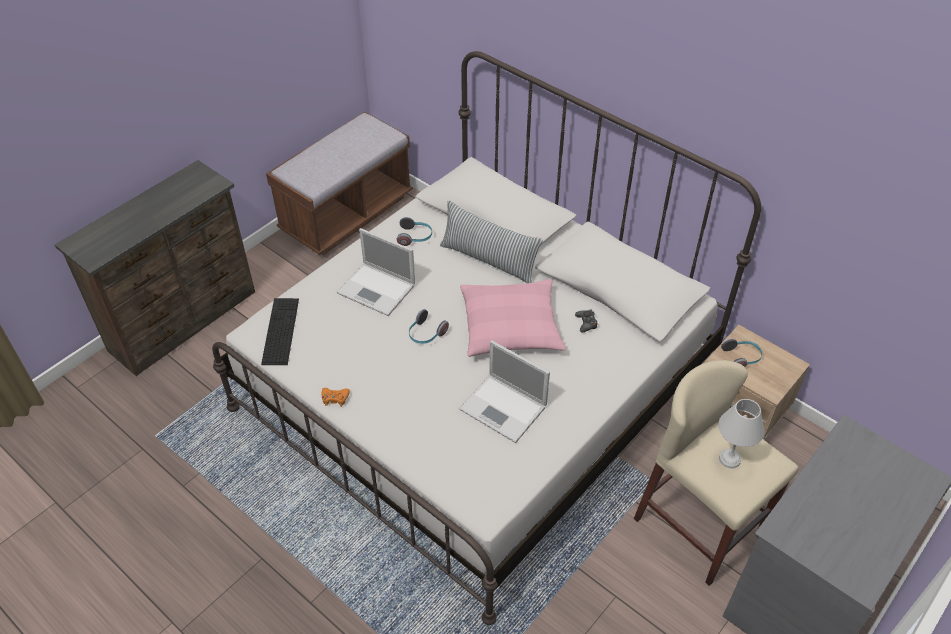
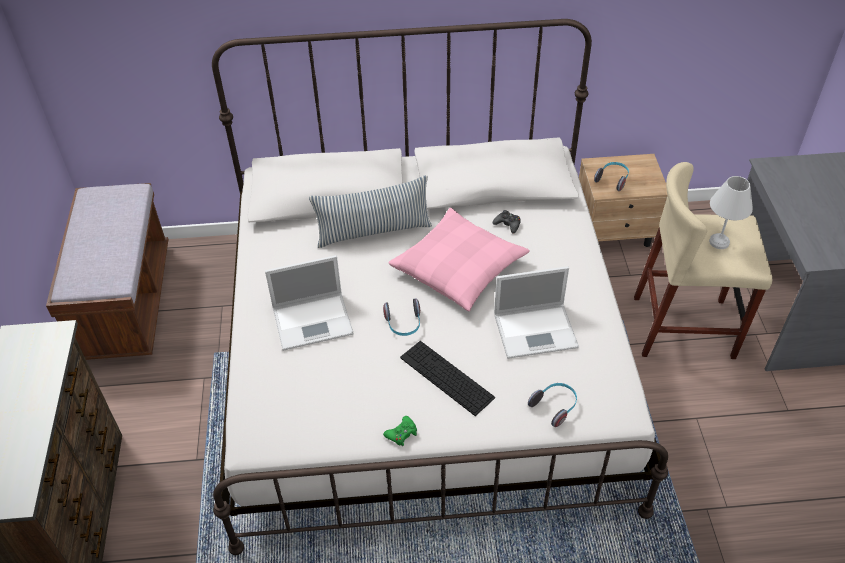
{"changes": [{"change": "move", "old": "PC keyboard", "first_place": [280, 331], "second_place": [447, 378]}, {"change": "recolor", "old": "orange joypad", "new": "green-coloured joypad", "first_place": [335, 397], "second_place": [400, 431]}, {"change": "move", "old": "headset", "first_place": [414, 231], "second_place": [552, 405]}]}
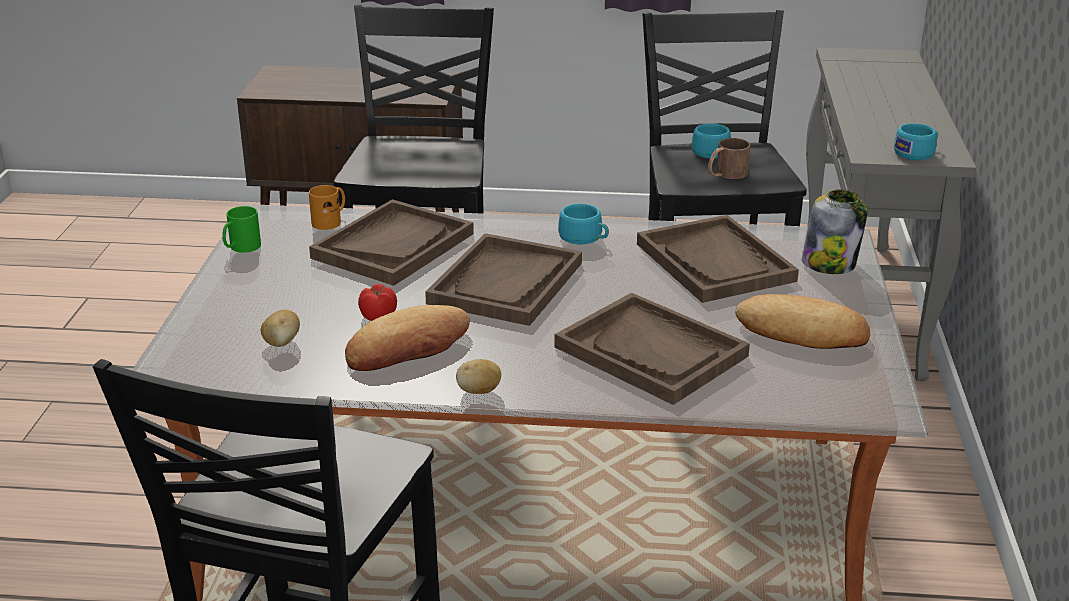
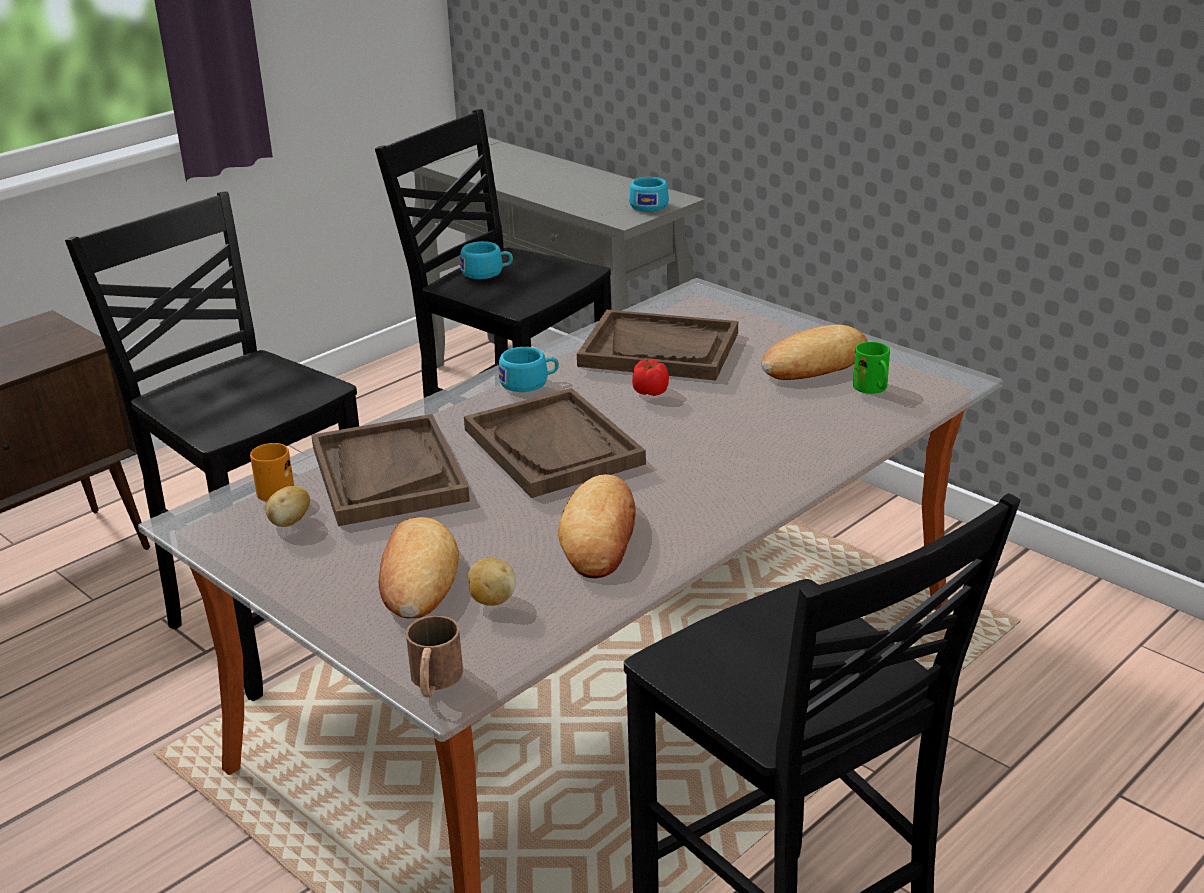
{"changes": [{"change": "move", "old": "green-coloured tea mug", "first_place": [241, 229], "second_place": [871, 368]}, {"change": "move", "old": "tomato", "first_place": [377, 302], "second_place": [650, 377]}, {"change": "move", "old": "spud", "first_place": [478, 376], "second_place": [288, 506]}, {"change": "delete", "old": "brownish tray", "first_place": [652, 349]}, {"change": "move", "old": "brownish tea mug", "first_place": [729, 158], "second_place": [434, 657]}, {"change": "delete", "old": "storage jar", "first_place": [835, 231]}, {"change": "insert", "new": "baked bread", "second_place": [419, 567]}]}
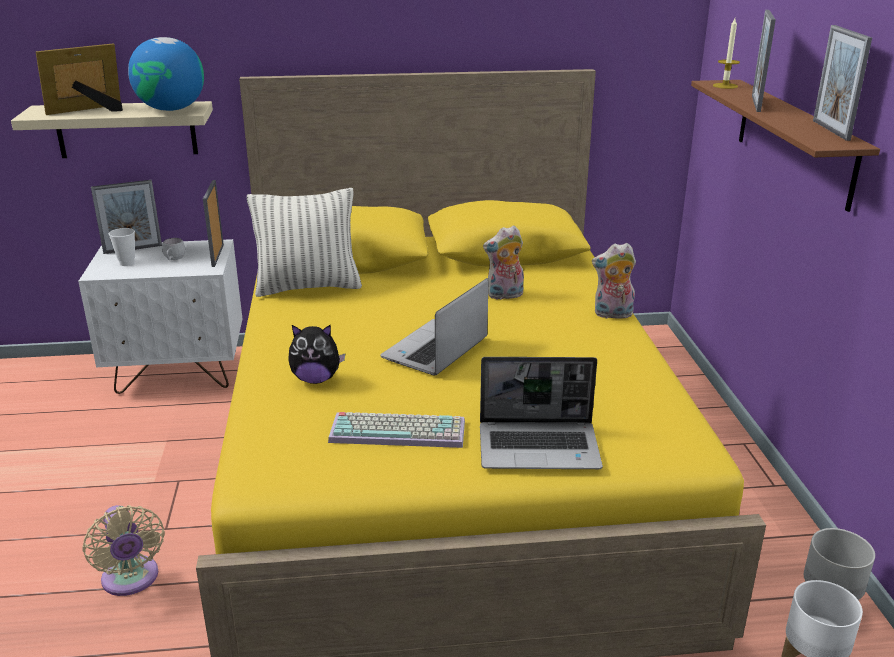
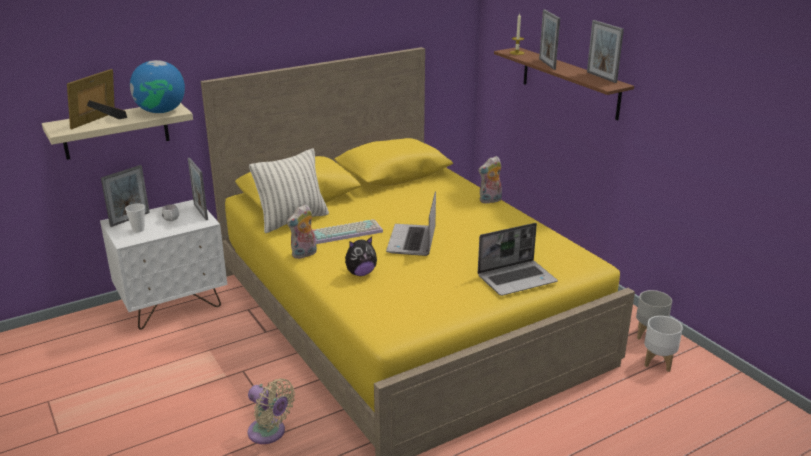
{"changes": [{"change": "move", "old": "PC keyboard", "first_place": [396, 430], "second_place": [348, 231]}, {"change": "move", "old": "cuddly toy", "first_place": [503, 262], "second_place": [301, 231]}]}
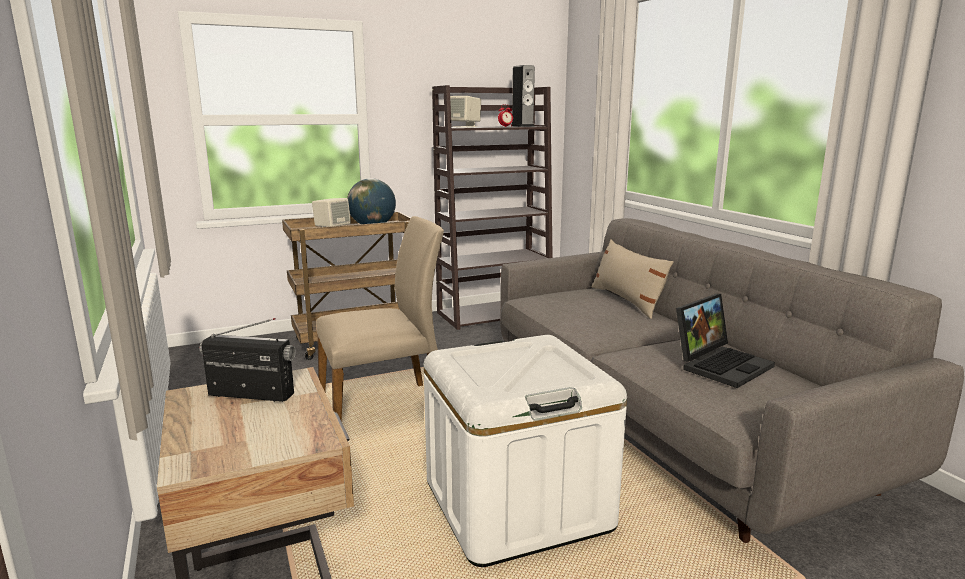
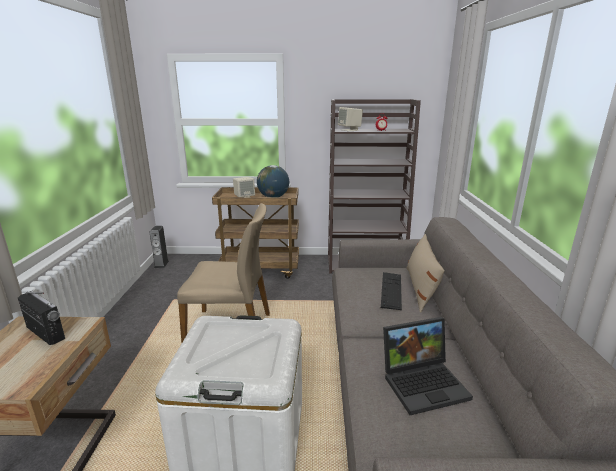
{"changes": [{"change": "move", "old": "loudspeaker", "first_place": [523, 96], "second_place": [159, 247]}, {"change": "insert", "new": "PC keyboard", "second_place": [391, 291]}]}
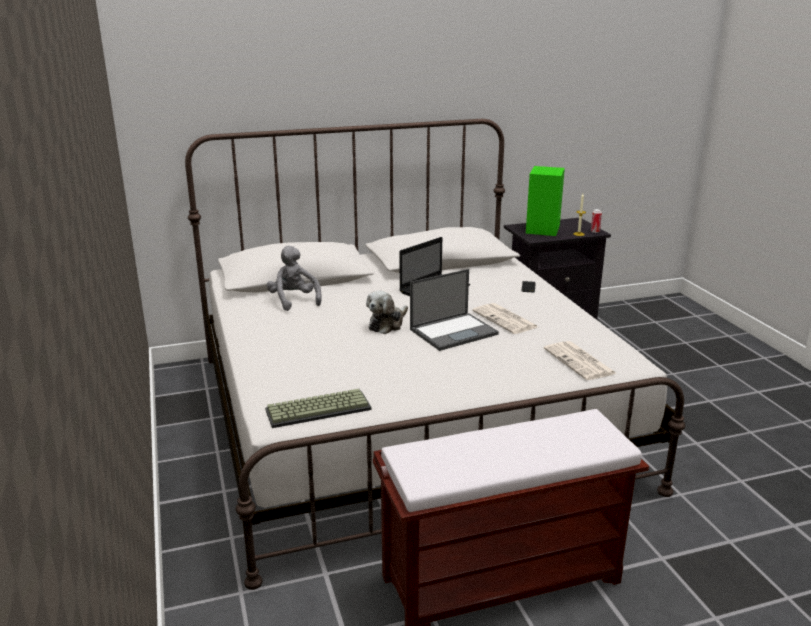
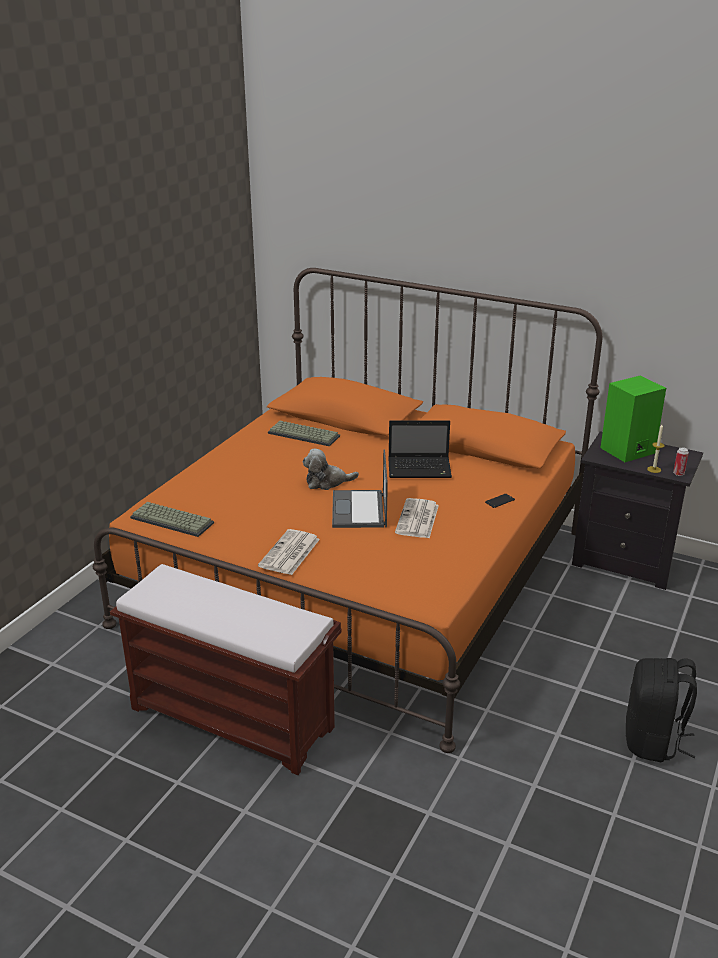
{"changes": [{"change": "recolor", "old": "white-coloured bedroom bed", "new": "orange bedroom bed", "first_place": [435, 354], "second_place": [348, 510]}, {"change": "replace", "old": "gray cuddly toy", "new": "PC keyboard", "first_place": [294, 278], "second_place": [304, 433]}, {"change": "rotate", "old": "portable computer", "first_place": [454, 310], "second_place": [360, 489], "degrees": 75}, {"change": "move", "old": "newspaper", "first_place": [580, 360], "second_place": [289, 552]}, {"change": "insert", "new": "black knapsack", "second_place": [661, 710]}]}
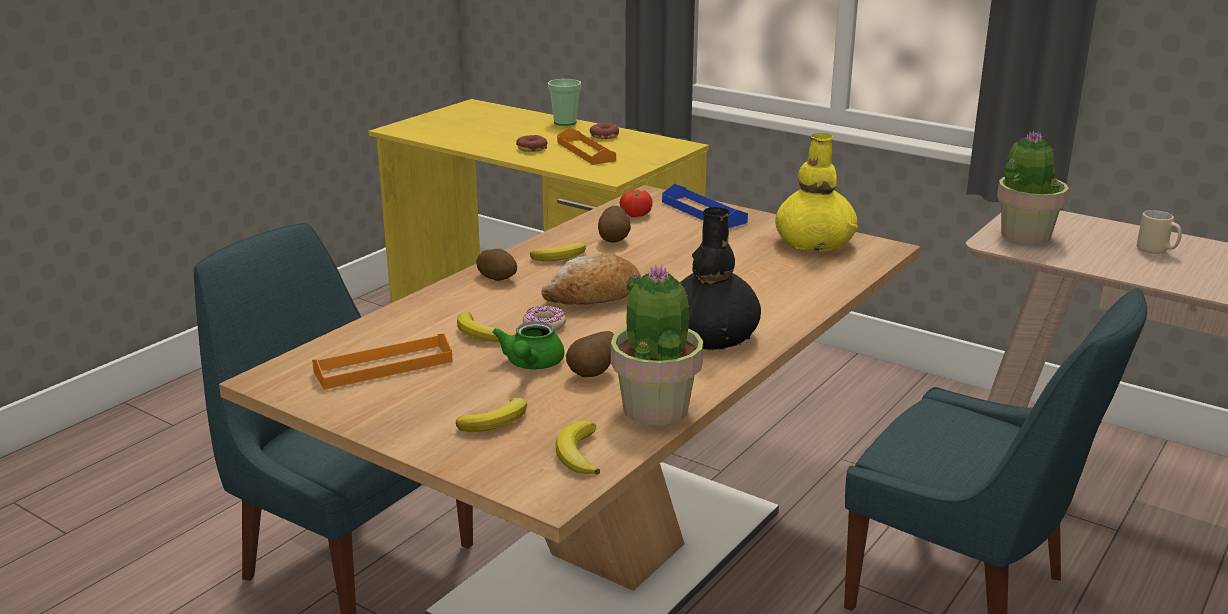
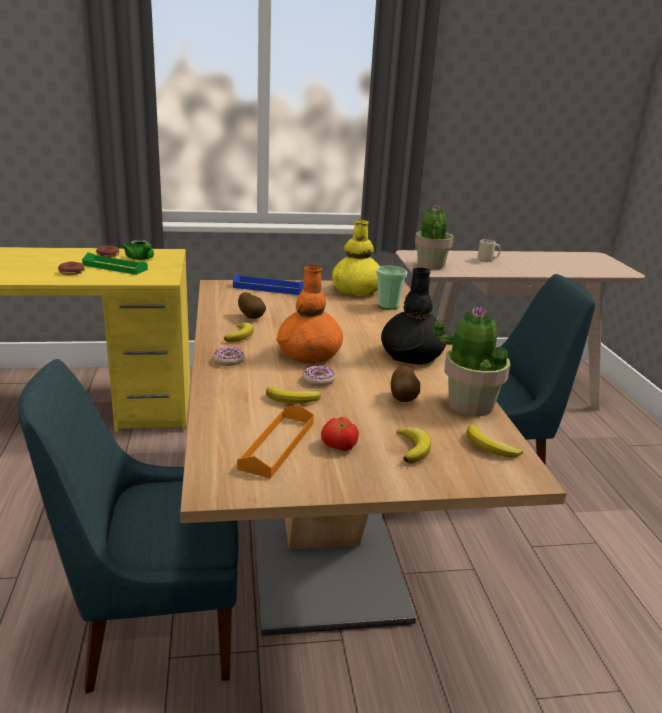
{"changes": [{"change": "replace", "old": "spud", "new": "ring doughnut", "first_place": [496, 265], "second_place": [228, 356]}, {"change": "move", "old": "green-coloured teapot", "first_place": [528, 345], "second_place": [138, 250]}, {"change": "replace", "old": "baked bread", "new": "orange vase", "first_place": [591, 279], "second_place": [309, 314]}, {"change": "move", "old": "drinking cup", "first_place": [564, 102], "second_place": [391, 288]}, {"change": "recolor", "old": "orange tray", "new": "green-coloured tray", "first_place": [586, 146], "second_place": [115, 263]}, {"change": "move", "old": "tomato", "first_place": [636, 203], "second_place": [340, 434]}]}
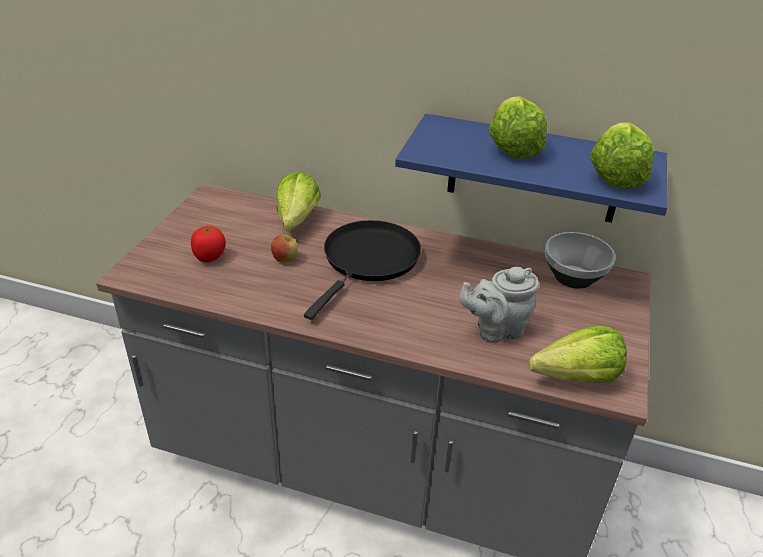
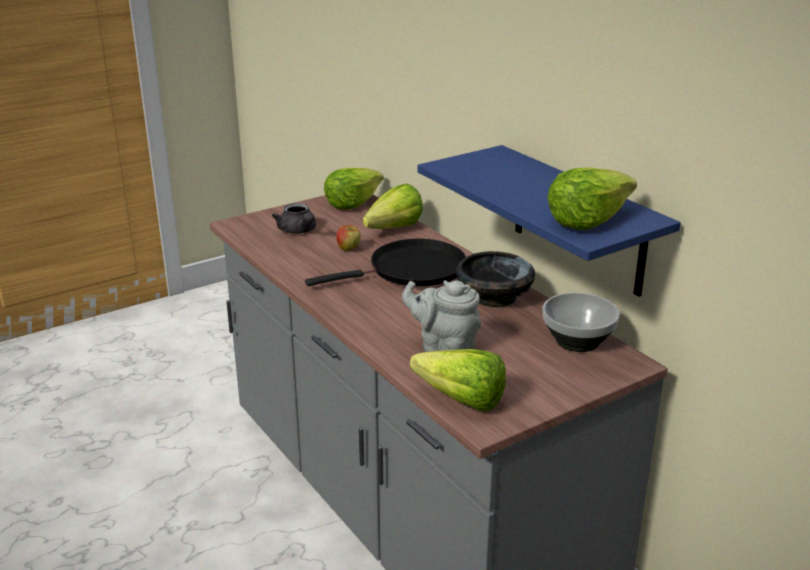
{"changes": [{"change": "replace", "old": "tomato", "new": "gray teapot", "first_place": [208, 244], "second_place": [294, 218]}, {"change": "move", "old": "lettuce head", "first_place": [518, 127], "second_place": [354, 189]}, {"change": "insert", "new": "black bowl", "second_place": [495, 279]}]}
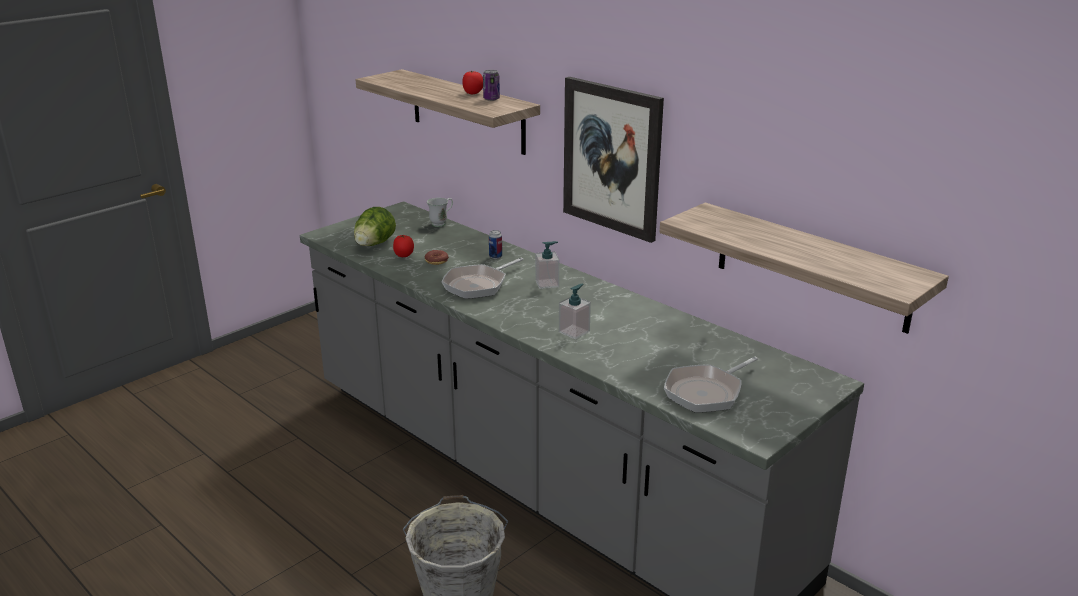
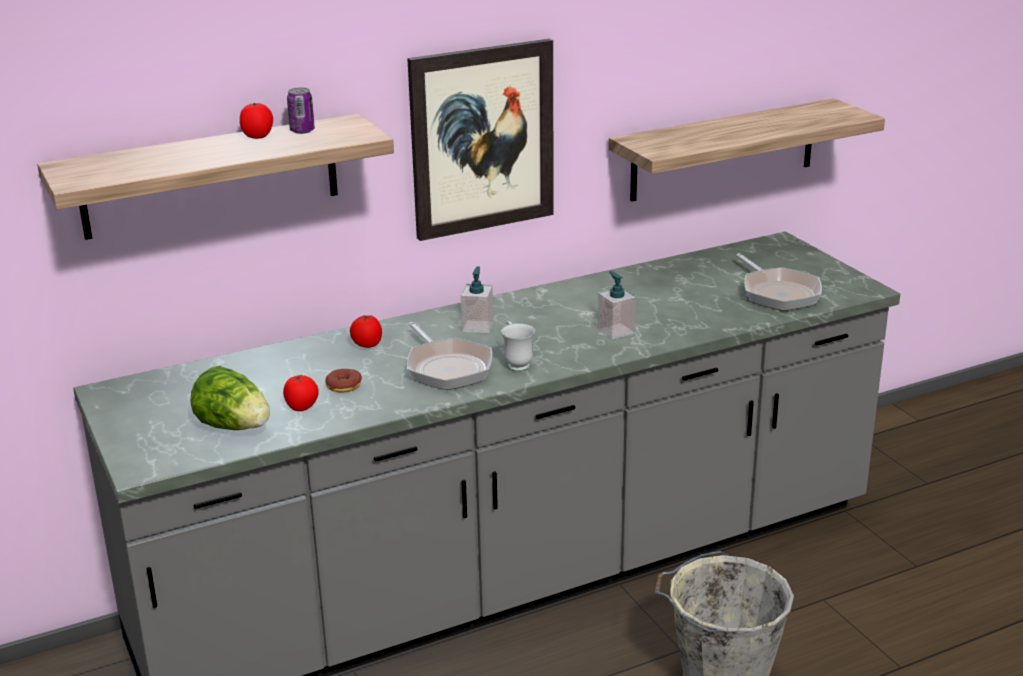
{"changes": [{"change": "move", "old": "white-coloured tea mug", "first_place": [440, 212], "second_place": [518, 346]}, {"change": "replace", "old": "can", "new": "tomato", "first_place": [495, 244], "second_place": [366, 331]}]}
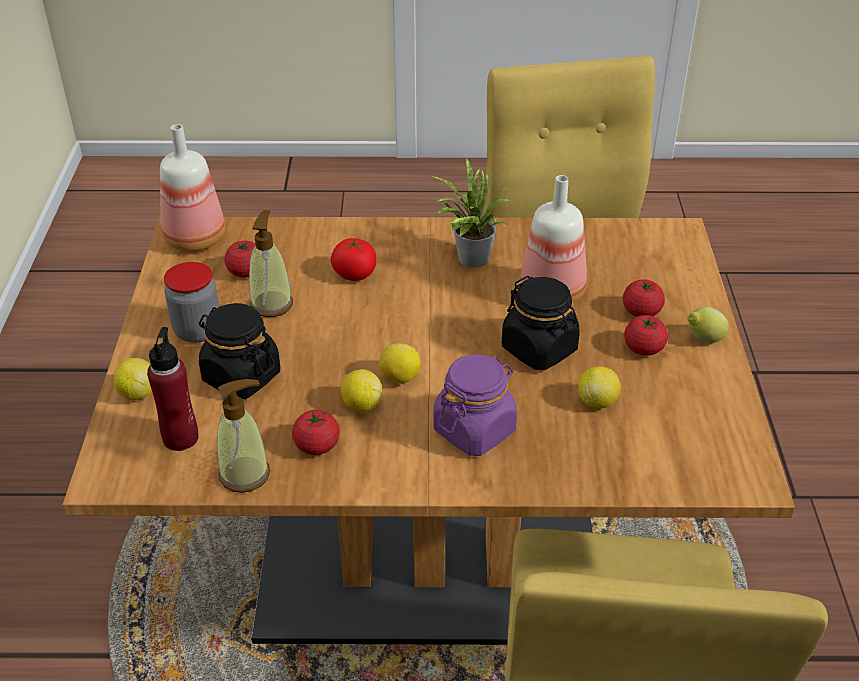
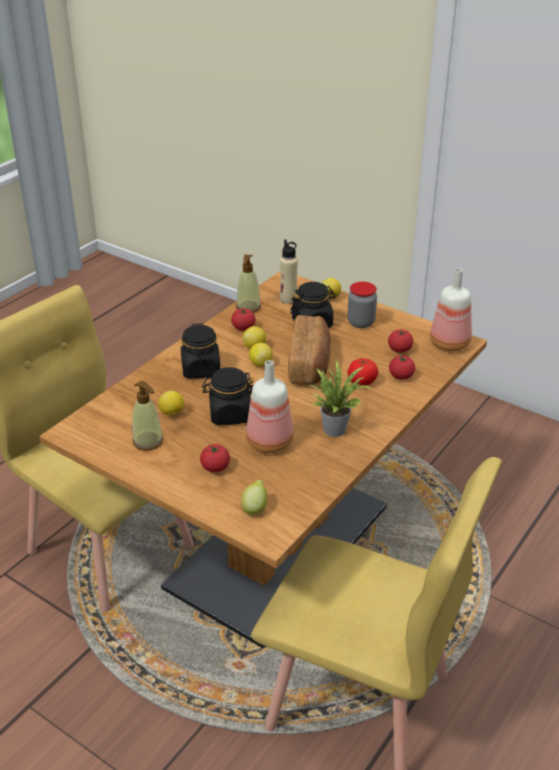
{"changes": [{"change": "recolor", "old": "red drink bottle", "new": "sand-coloured drink bottle", "first_place": [173, 389], "second_place": [289, 271]}, {"change": "move", "old": "soap bottle", "first_place": [271, 263], "second_place": [147, 416]}, {"change": "recolor", "old": "purplish storage jar", "new": "black storage jar", "first_place": [475, 405], "second_place": [200, 351]}, {"change": "move", "old": "tomato", "first_place": [646, 335], "second_place": [402, 367]}, {"change": "move", "old": "lemon", "first_place": [707, 325], "second_place": [254, 498]}, {"change": "insert", "new": "baked bread", "second_place": [309, 350]}]}
